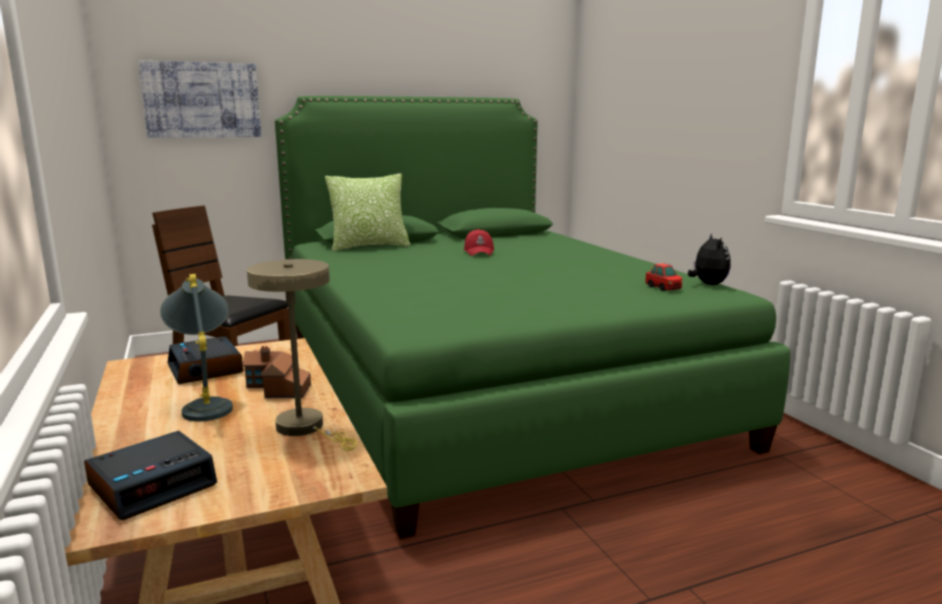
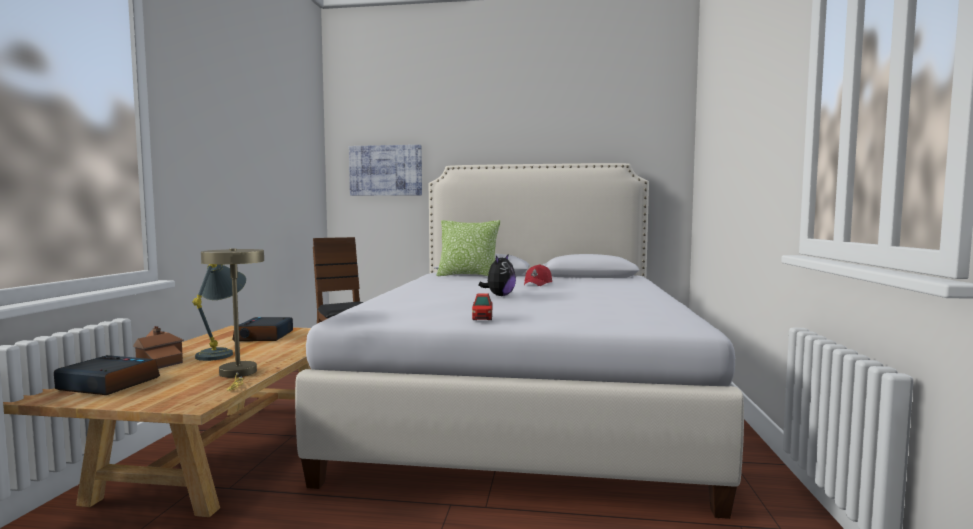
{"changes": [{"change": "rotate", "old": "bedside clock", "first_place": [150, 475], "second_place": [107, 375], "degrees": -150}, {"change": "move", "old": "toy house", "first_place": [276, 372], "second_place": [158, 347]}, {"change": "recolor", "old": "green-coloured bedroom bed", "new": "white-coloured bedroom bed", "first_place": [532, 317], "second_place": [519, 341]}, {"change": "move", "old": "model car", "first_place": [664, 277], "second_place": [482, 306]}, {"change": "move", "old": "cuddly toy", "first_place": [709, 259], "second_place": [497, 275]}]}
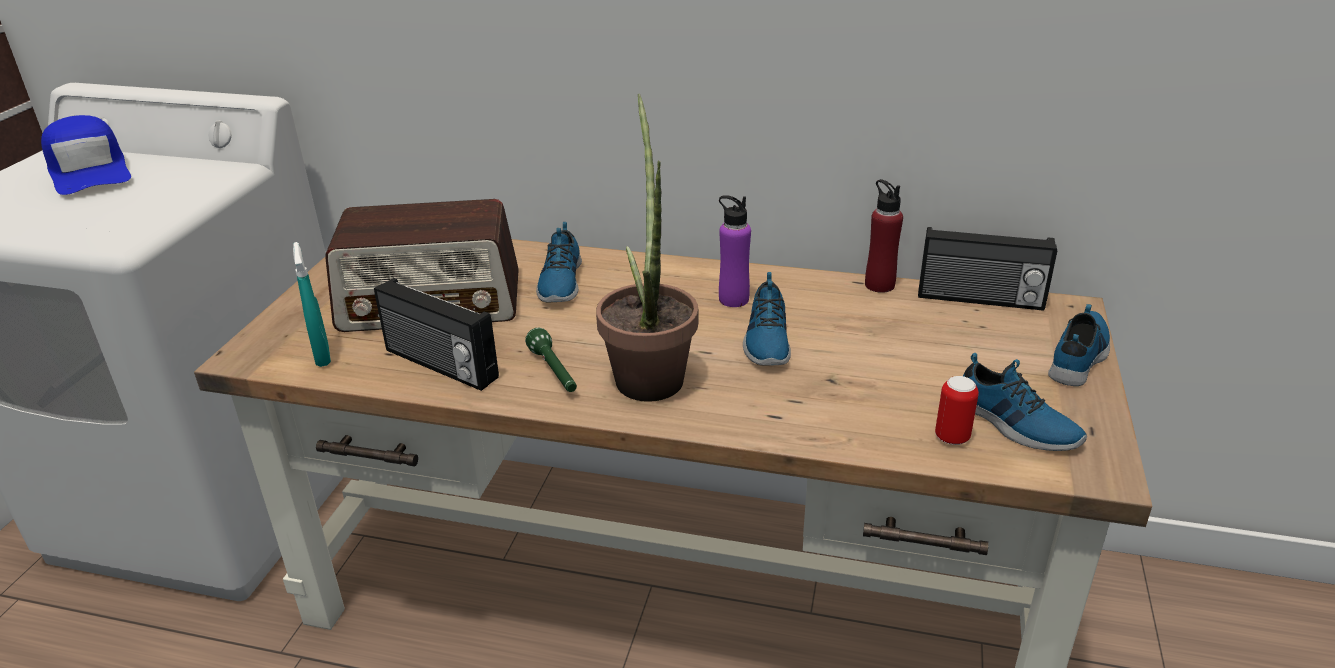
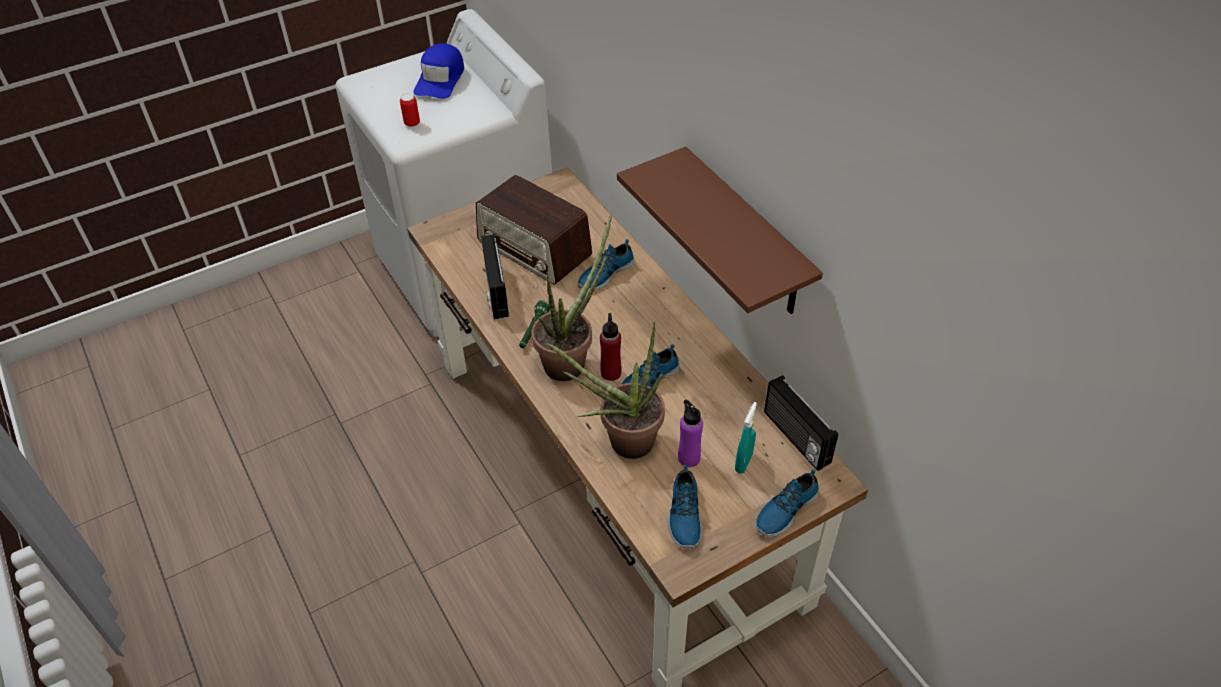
{"changes": [{"change": "move", "old": "turquoise spray bottle", "first_place": [312, 304], "second_place": [746, 438]}, {"change": "move", "old": "purplish drink bottle", "first_place": [735, 251], "second_place": [690, 433]}, {"change": "move", "old": "red drink bottle", "first_place": [884, 236], "second_place": [611, 347]}, {"change": "move", "old": "can", "first_place": [957, 410], "second_place": [410, 110]}, {"change": "rotate", "old": "item of footwear", "first_place": [1079, 345], "second_place": [787, 503], "degrees": 150}, {"change": "insert", "new": "potted plant", "second_place": [606, 390]}, {"change": "insert", "new": "brownish shelf", "second_place": [720, 230]}]}
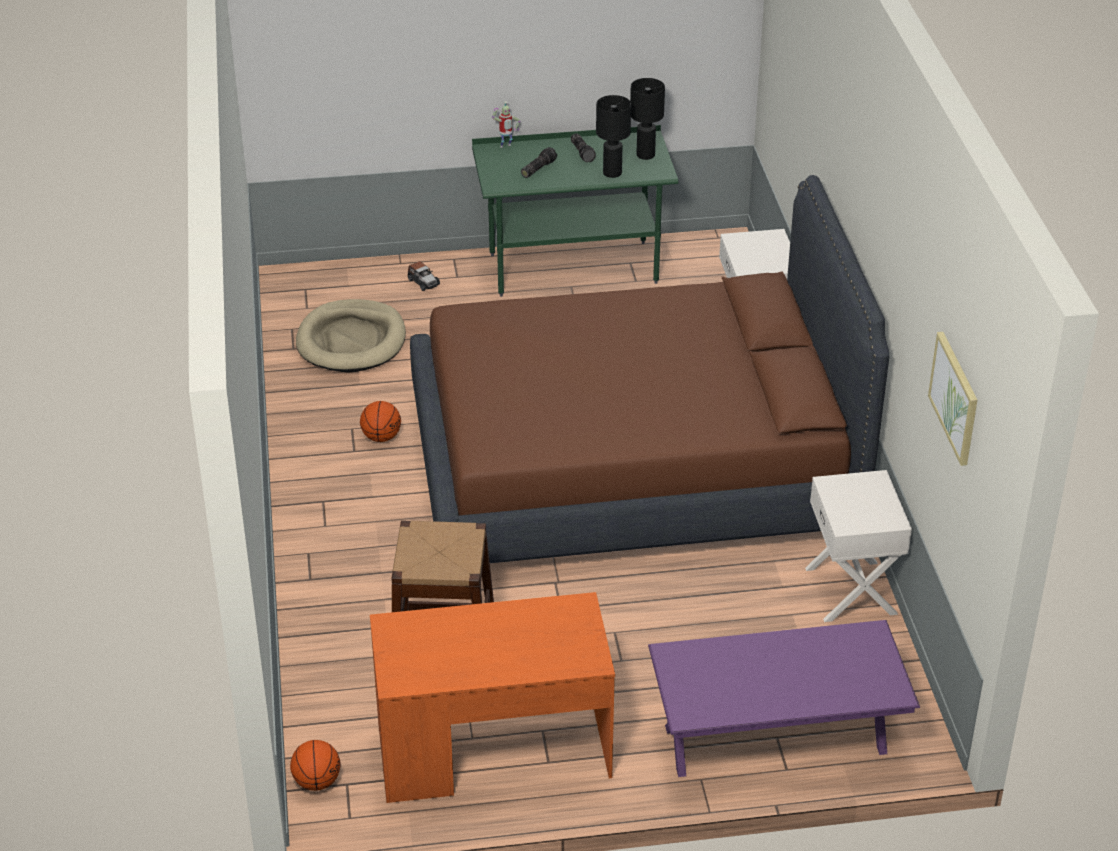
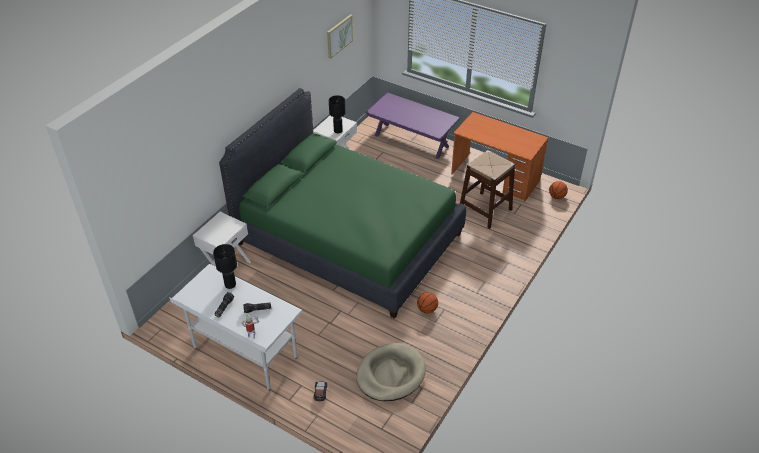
{"changes": [{"change": "recolor", "old": "brownish bedroom bed", "new": "green-coloured bedroom bed", "first_place": [649, 369], "second_place": [342, 203]}, {"change": "recolor", "old": "green-coloured desk", "new": "white-coloured desk", "first_place": [575, 211], "second_place": [236, 327]}, {"change": "move", "old": "black tabletop lamp", "first_place": [647, 119], "second_place": [337, 114]}]}
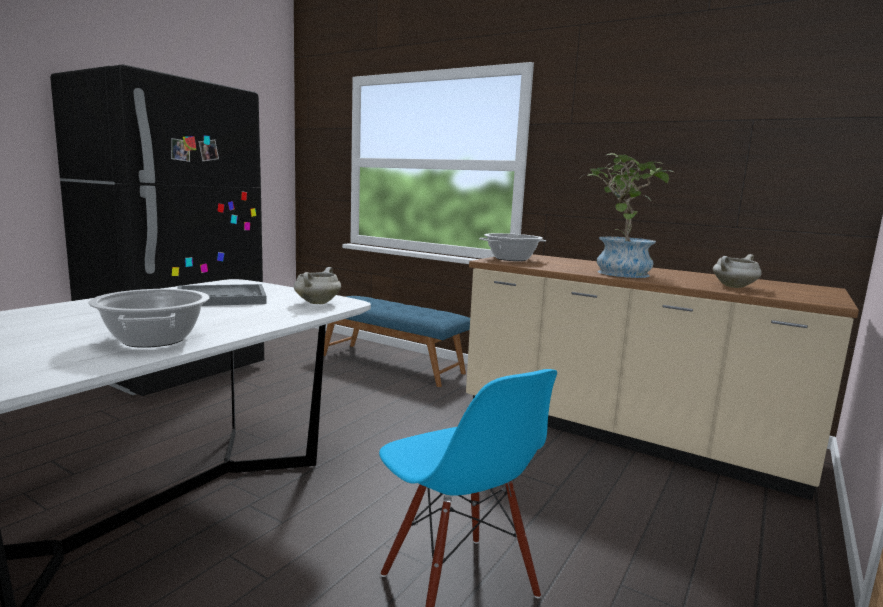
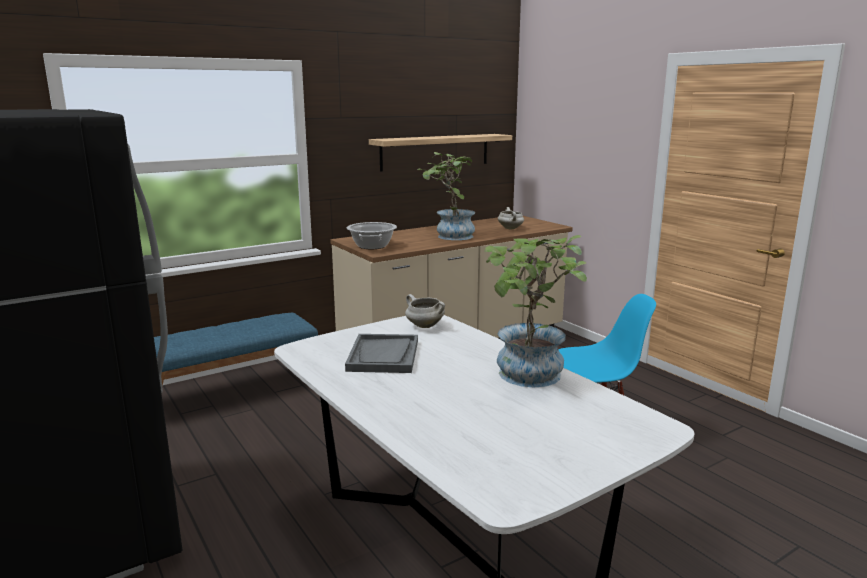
{"changes": [{"change": "replace", "old": "saucepot", "new": "potted plant", "first_place": [149, 318], "second_place": [535, 311]}, {"change": "insert", "new": "shelf", "second_place": [440, 152]}]}
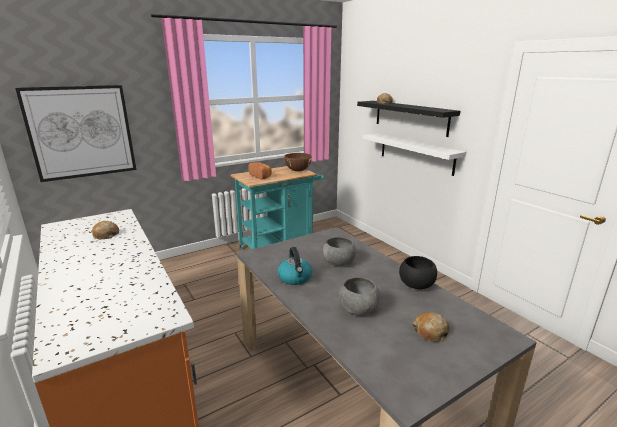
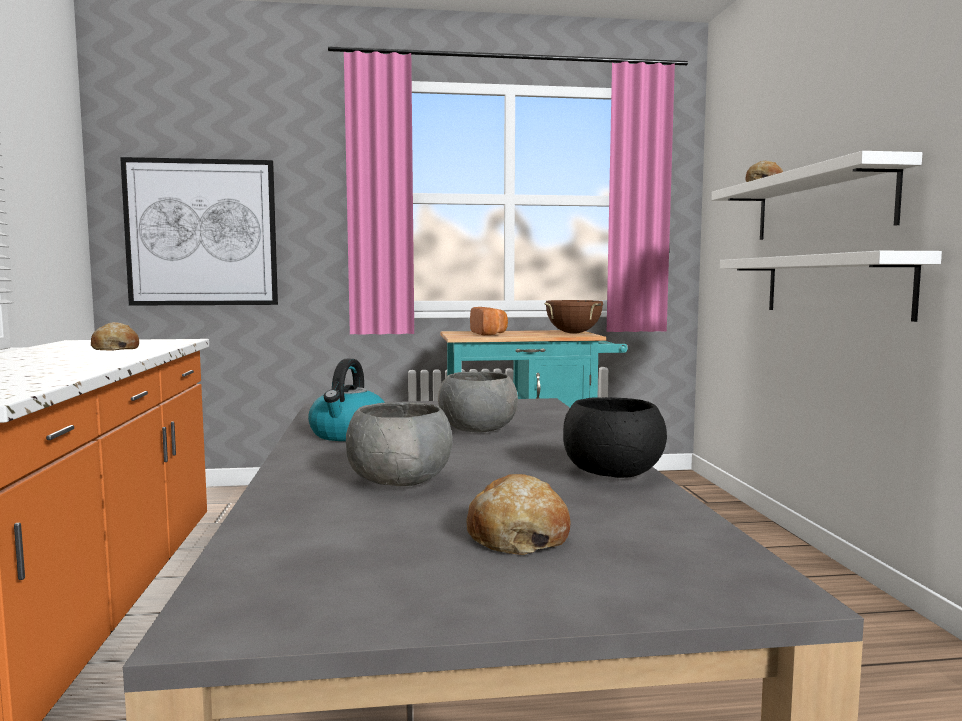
{"changes": [{"change": "recolor", "old": "black shelf", "new": "white-coloured shelf", "first_place": [408, 119], "second_place": [816, 195]}]}
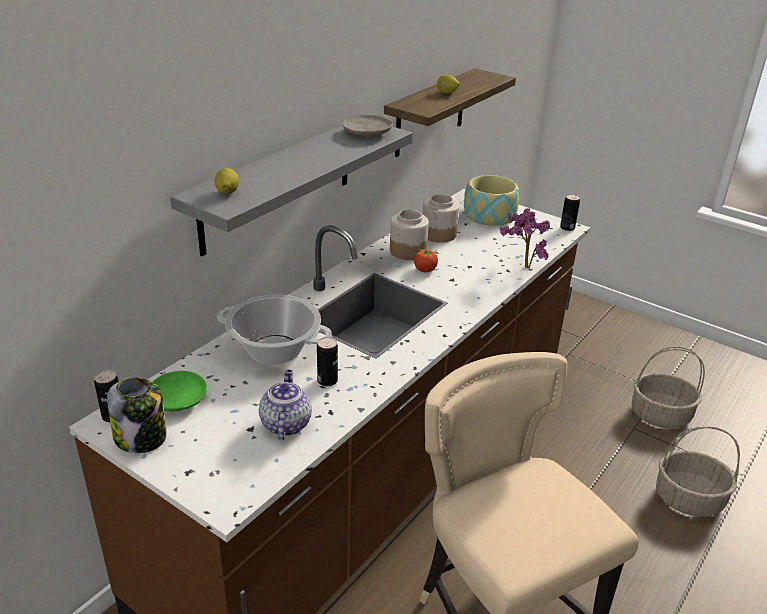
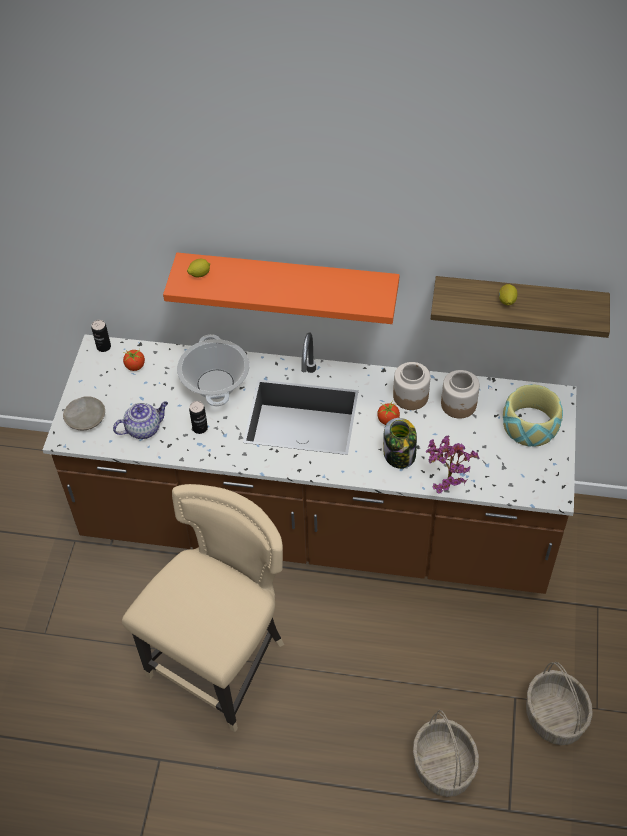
{"changes": [{"change": "move", "old": "storage jar", "first_place": [137, 415], "second_place": [400, 443]}, {"change": "replace", "old": "green-coloured flat dish", "new": "tomato", "first_place": [180, 391], "second_place": [134, 359]}, {"change": "recolor", "old": "gray shelf", "new": "orange shelf", "first_place": [291, 190], "second_place": [281, 288]}, {"change": "move", "old": "sand-coloured flat dish", "first_place": [367, 126], "second_place": [84, 413]}, {"change": "delete", "old": "can", "first_place": [570, 212]}]}
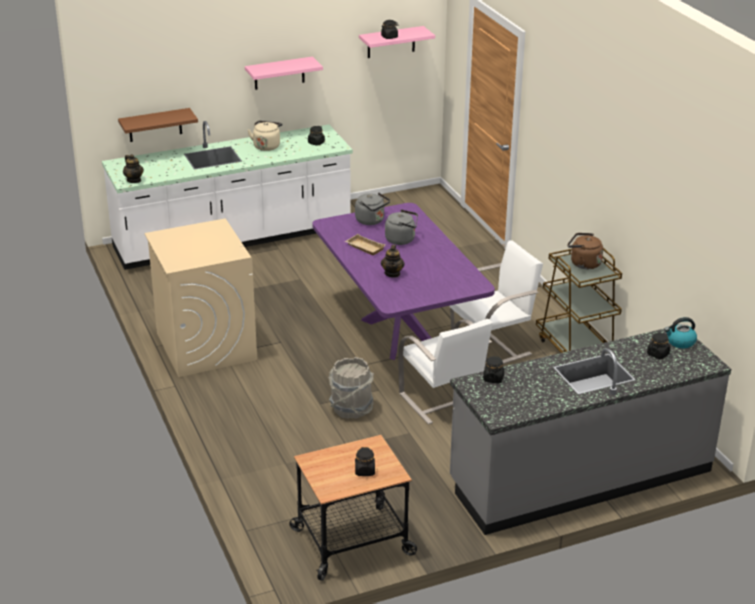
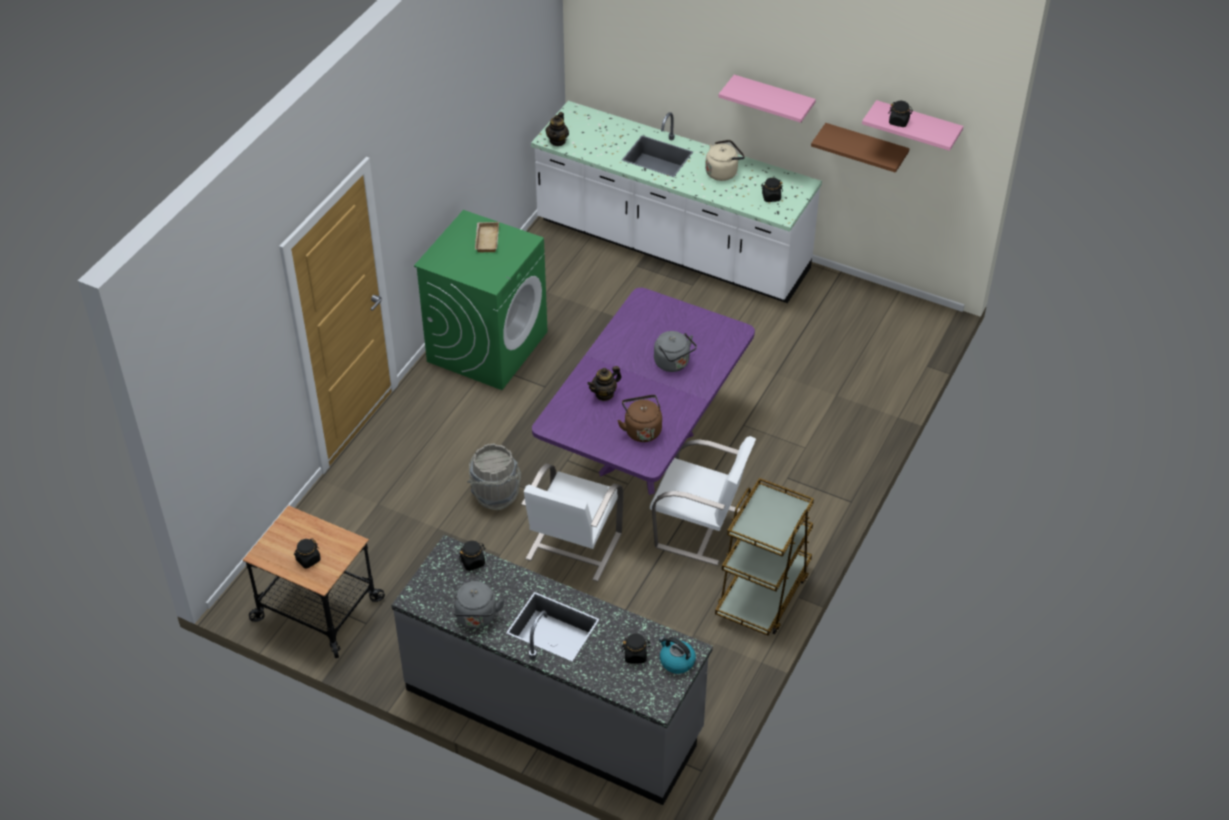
{"changes": [{"change": "move", "old": "brownish shelf", "first_place": [158, 125], "second_place": [860, 148]}, {"change": "recolor", "old": "sand-coloured washing machine", "new": "green-coloured washing machine", "first_place": [200, 298], "second_place": [481, 300]}, {"change": "move", "old": "sand-coloured tray", "first_place": [365, 244], "second_place": [487, 237]}, {"change": "move", "old": "gray water kettle", "first_place": [372, 208], "second_place": [479, 605]}, {"change": "move", "old": "brownish water kettle", "first_place": [585, 251], "second_place": [639, 418]}]}
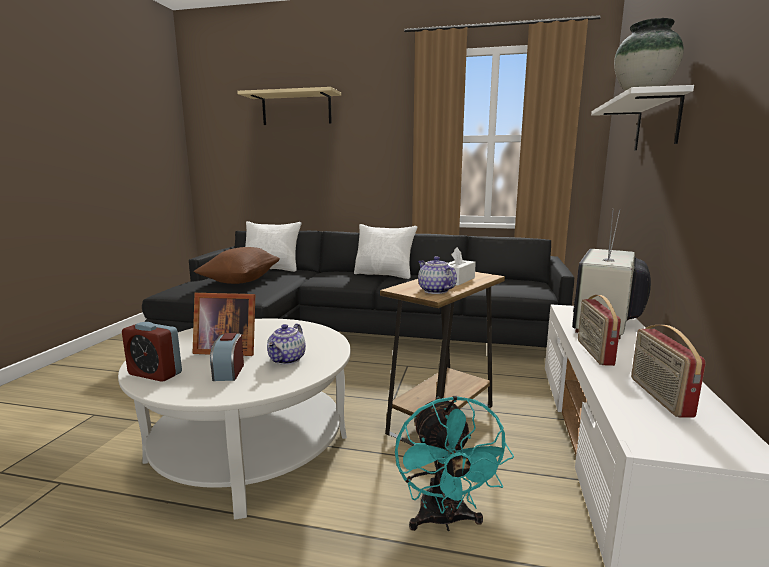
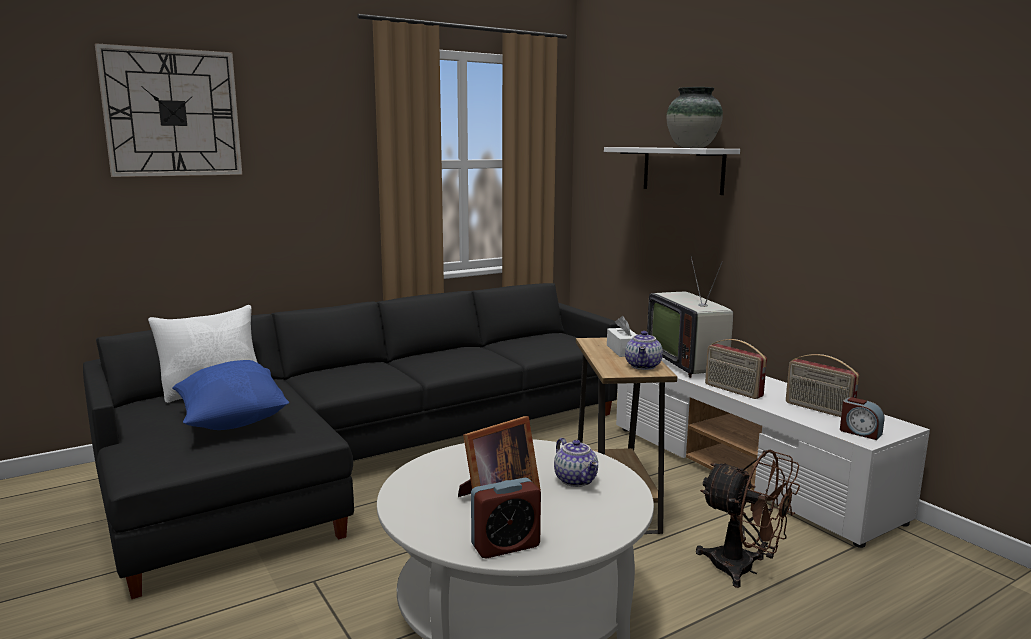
{"changes": [{"change": "recolor", "old": "brownish throw pillow", "new": "bluish throw pillow", "first_place": [237, 265], "second_place": [230, 395]}, {"change": "move", "old": "bedside clock", "first_place": [227, 357], "second_place": [862, 418]}, {"change": "replace", "old": "sand-coloured shelf", "new": "wall clock", "first_place": [289, 106], "second_place": [168, 110]}, {"change": "delete", "old": "white-coloured throw pillow", "first_place": [385, 251]}, {"change": "recolor", "old": "turquoise cooling fan", "new": "brownish cooling fan", "first_place": [454, 464], "second_place": [748, 518]}, {"change": "rotate", "old": "teapot", "first_place": [437, 275], "second_place": [644, 350], "degrees": -90}]}
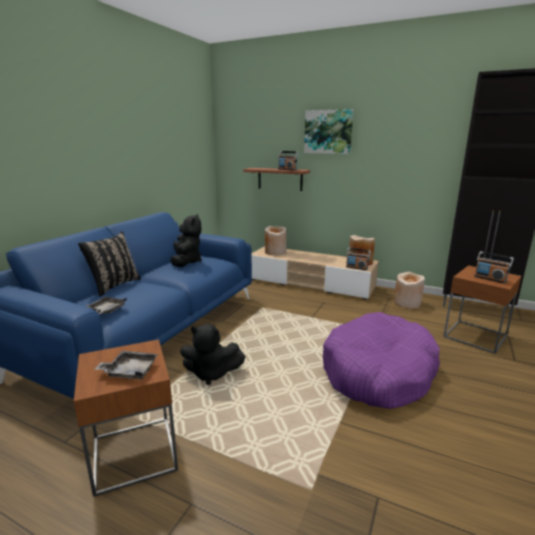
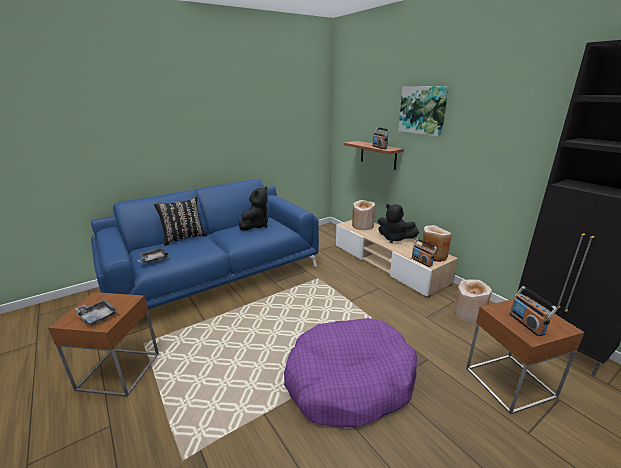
{"changes": [{"change": "move", "old": "black cuddly toy", "first_place": [213, 354], "second_place": [398, 223]}]}
